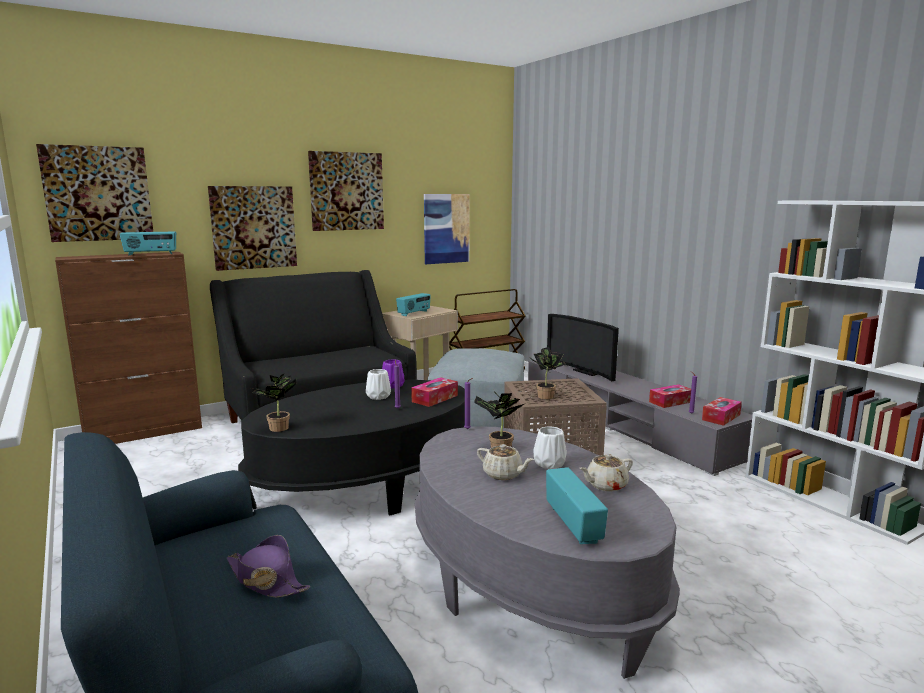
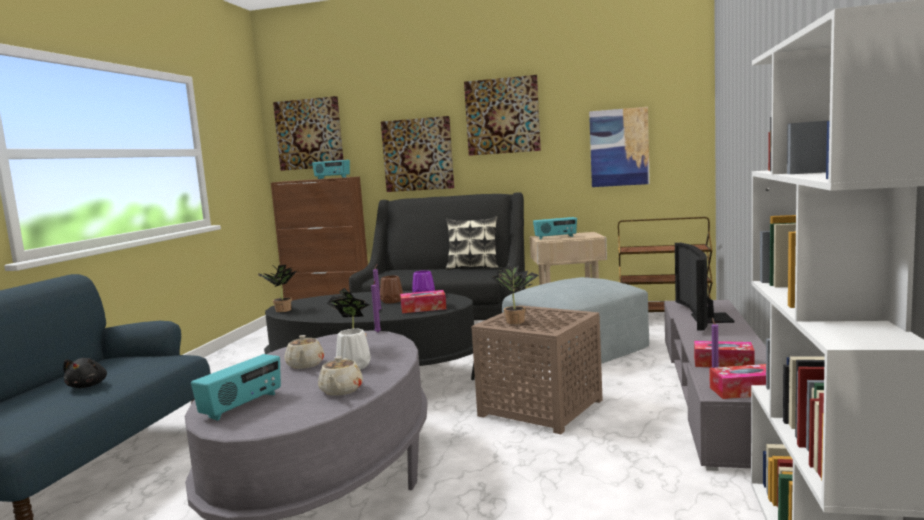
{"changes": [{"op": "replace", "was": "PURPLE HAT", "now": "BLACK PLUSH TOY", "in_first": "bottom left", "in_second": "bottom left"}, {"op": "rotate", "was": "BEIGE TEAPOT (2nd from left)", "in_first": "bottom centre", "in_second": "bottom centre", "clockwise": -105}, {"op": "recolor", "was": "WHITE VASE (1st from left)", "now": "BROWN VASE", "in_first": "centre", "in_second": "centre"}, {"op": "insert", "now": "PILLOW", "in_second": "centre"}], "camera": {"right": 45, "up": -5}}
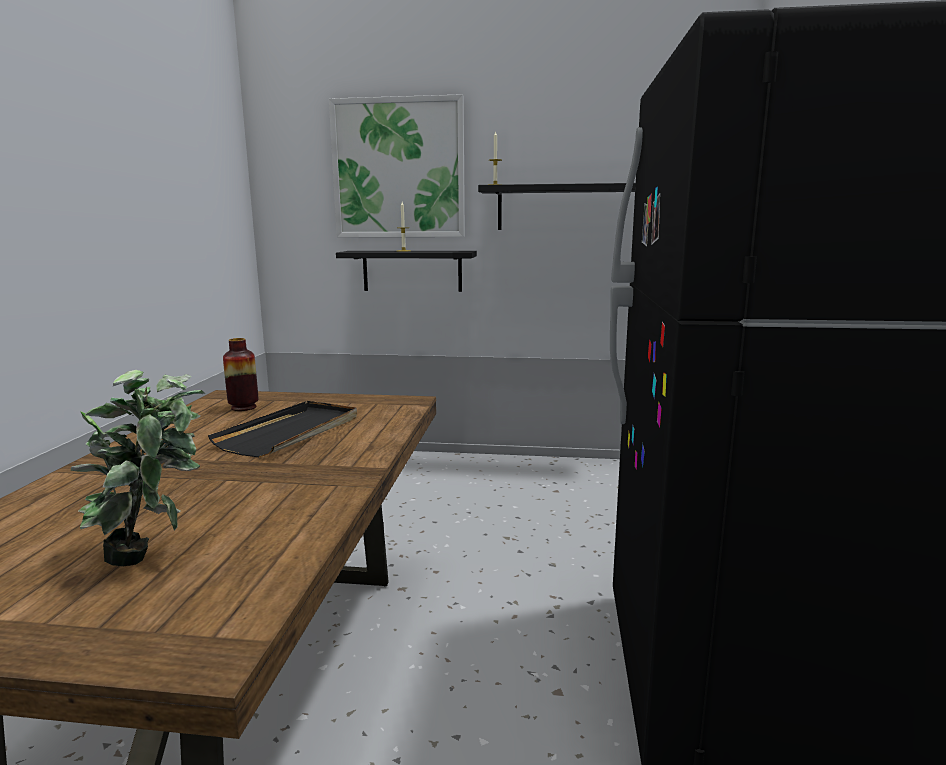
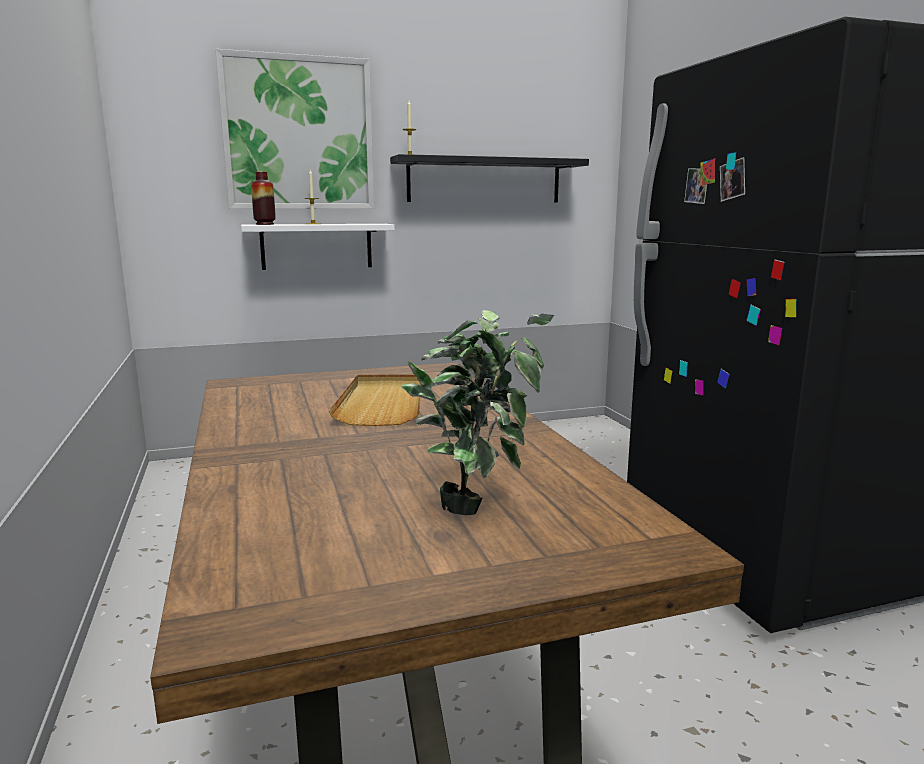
{"changes": [{"op": "recolor", "was": "BLACK SHELF (1st from left)", "now": "WHITE SHELF", "in_first": "centre", "in_second": "top centre"}, {"op": "move", "was": "VASE", "in_first": "middle left", "in_second": "top left"}, {"op": "recolor", "was": "BLACK TRAY", "now": "BEIGE TRAY", "in_first": "middle left", "in_second": "centre"}], "camera": {"right": -25, "up": 0}}
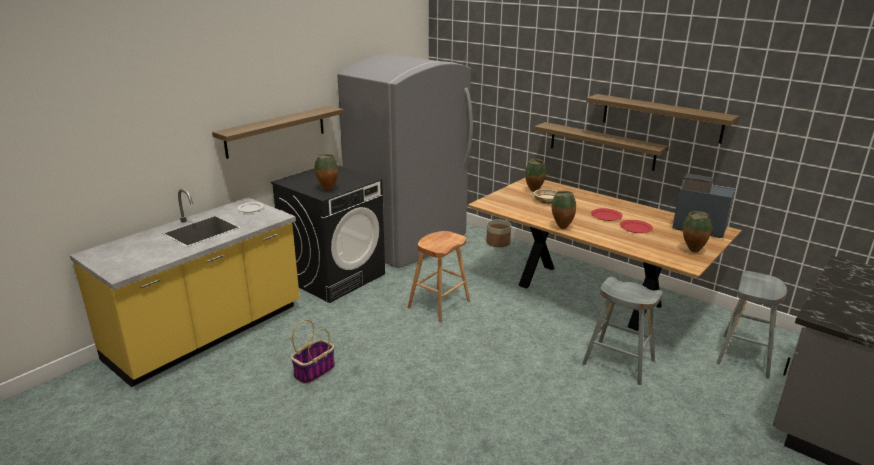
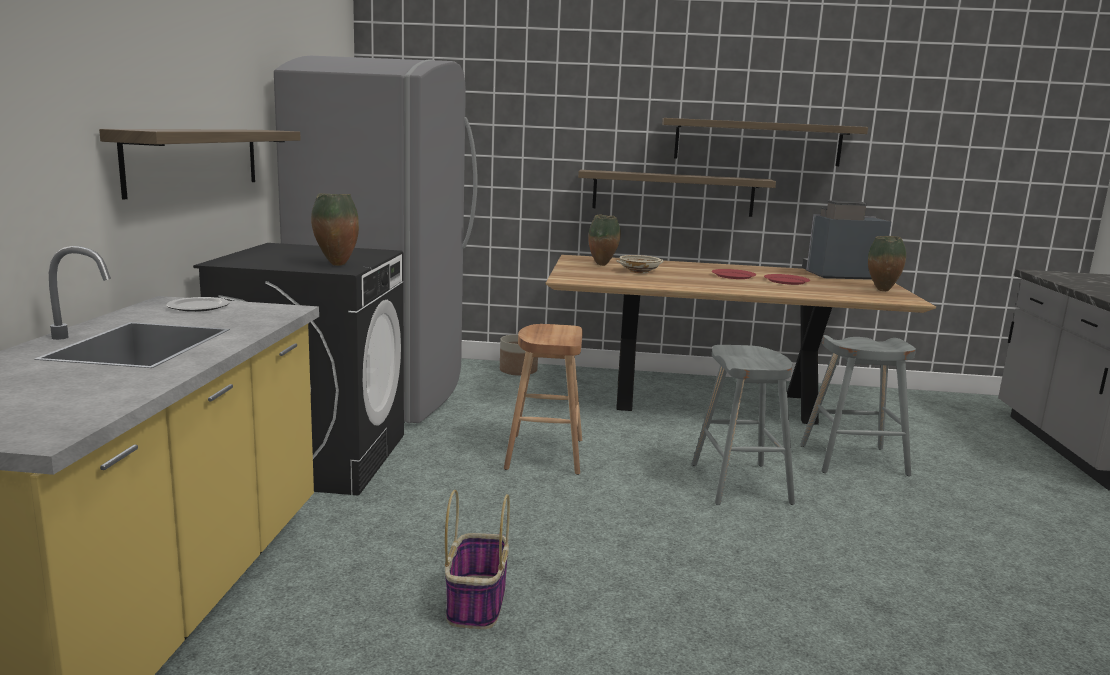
{"changes": [{"op": "move", "was": "GREY STOOL (2nd from left in the first image)", "now": "GREY STOOL (1st from left)", "in_first": "bottom right", "in_second": "middle right"}, {"op": "delete", "was": "VASE (3rd from left)", "in_first": "centre"}], "camera": {"right": -35, "up": -10}}
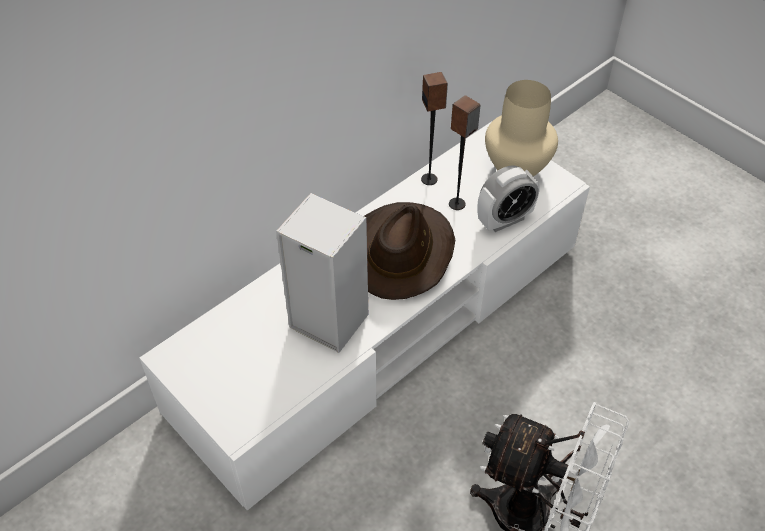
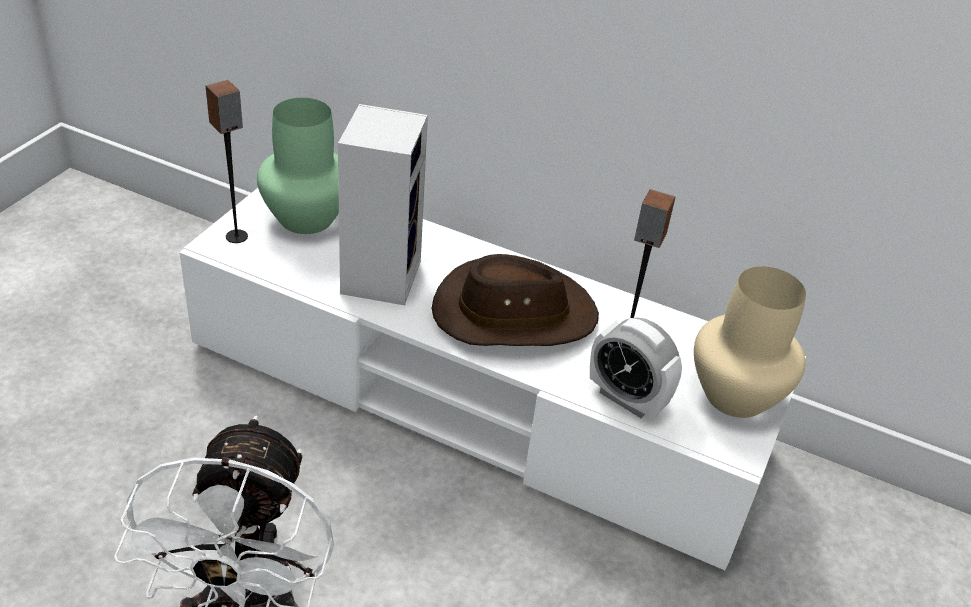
{"changes": [{"op": "move", "was": "SPEAKER (2nd from left in the first image)", "now": "SPEAKER (1st from left)", "in_first": "top centre", "in_second": "top left"}, {"op": "insert", "now": "GREEN VASE", "in_second": "top left"}], "camera": {"right": 65, "up": -10}}
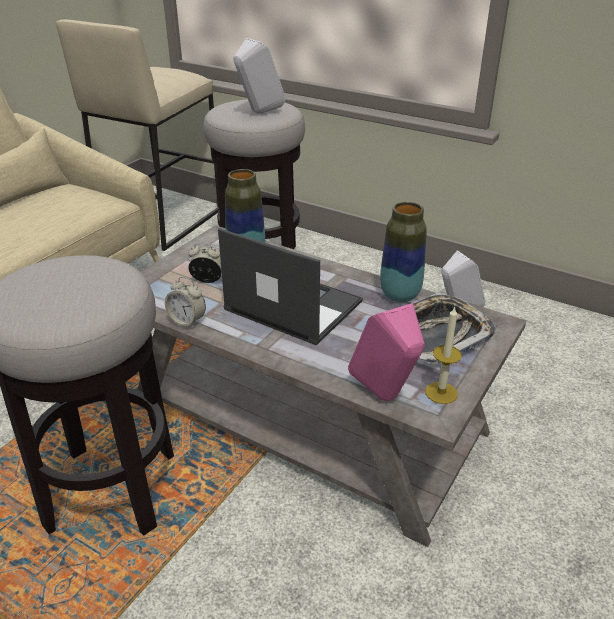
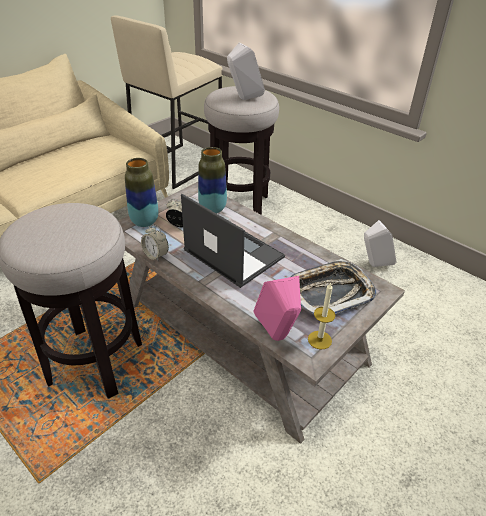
{"changes": [{"op": "move", "was": "VASE (2nd from left in the first image)", "now": "VASE (1st from left)", "in_first": "centre", "in_second": "middle left"}], "camera": {"right": 10, "up": 5}}
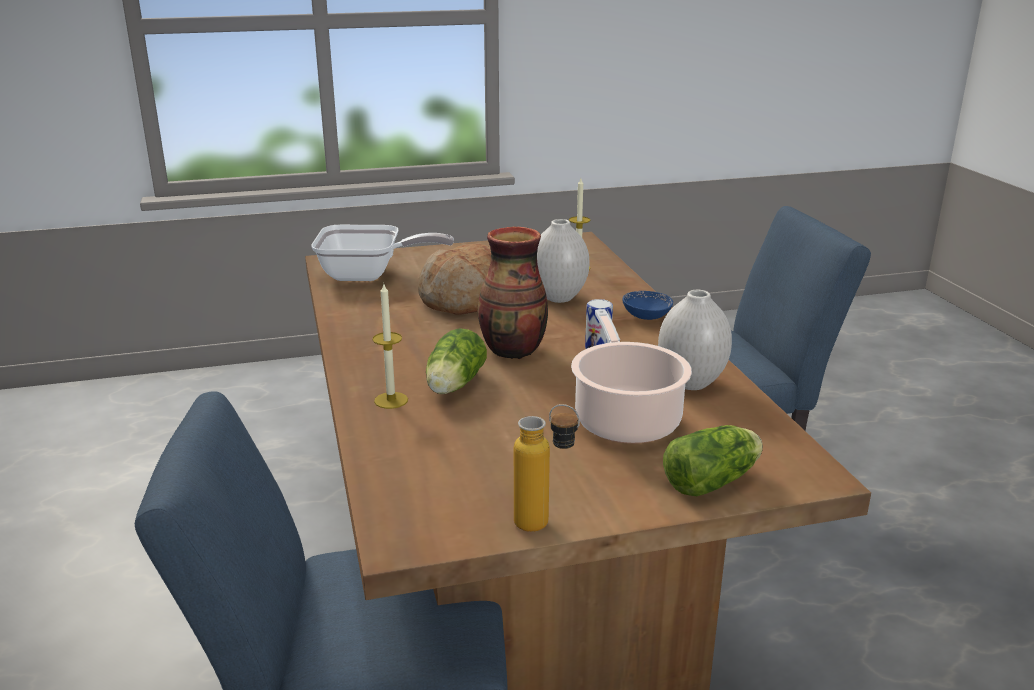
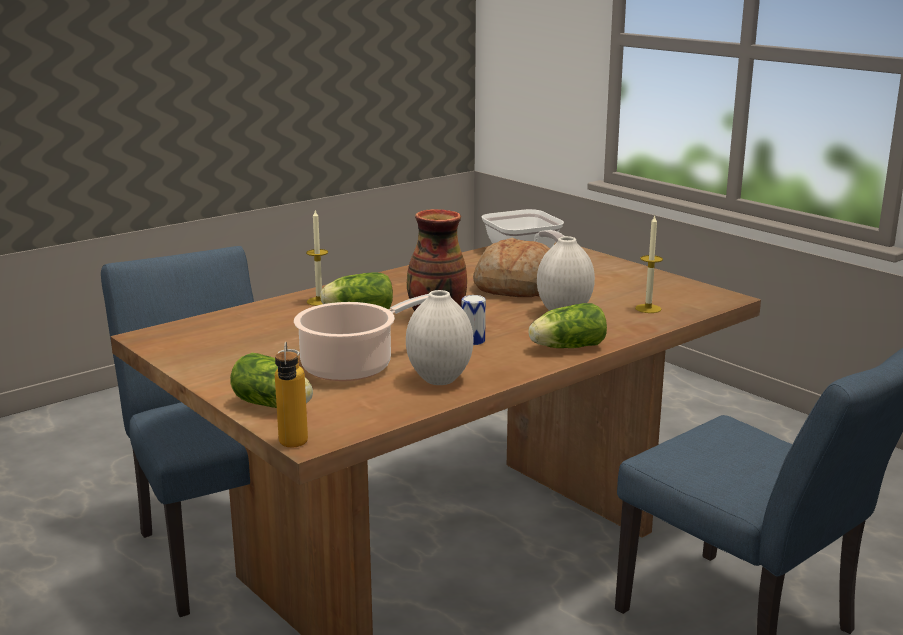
{"changes": [{"op": "move", "was": "BOTTLE", "in_first": "bottom centre", "in_second": "middle left"}, {"op": "replace", "was": "BLUE BOWL", "now": "LETTUCE (3rd from left)", "in_first": "centre", "in_second": "centre"}], "camera": {"right": 65, "up": -5}}
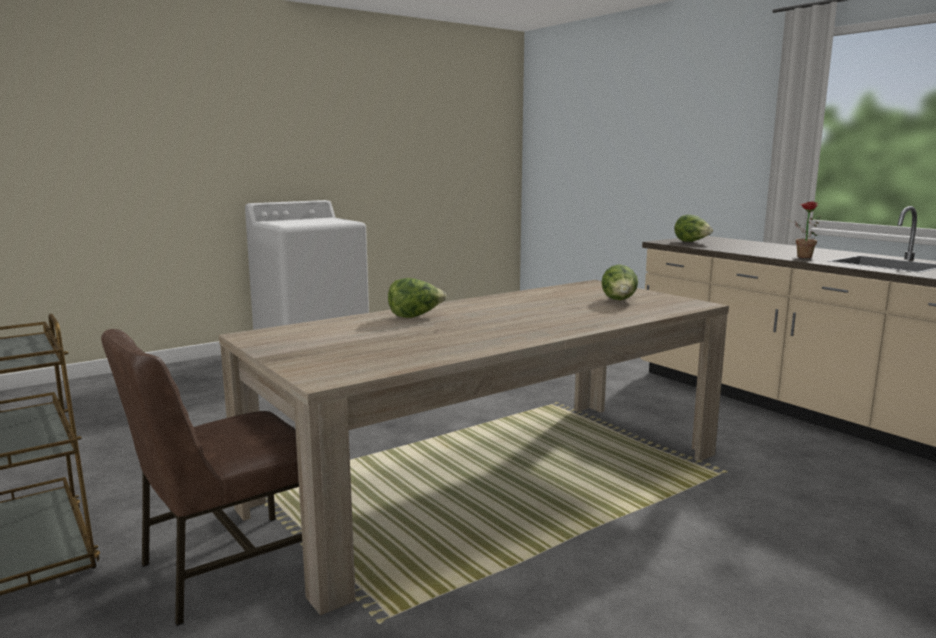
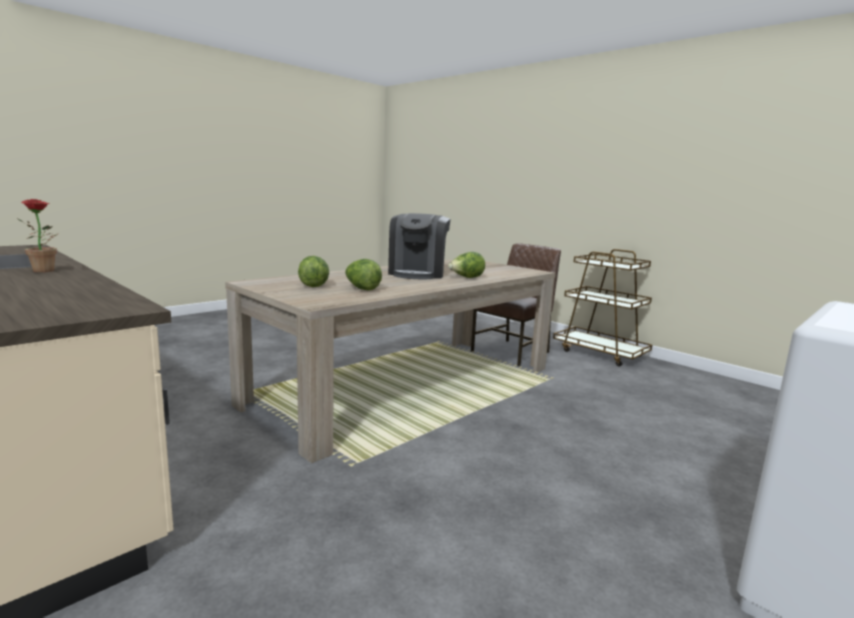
{"changes": [{"op": "move", "was": "LETTUCE (3rd from left in the first image)", "now": "LETTUCE (2nd from left)", "in_first": "middle right", "in_second": "centre"}, {"op": "insert", "now": "COFFEE MACHINE", "in_second": "centre"}], "camera": {"right": 170, "up": 0}}
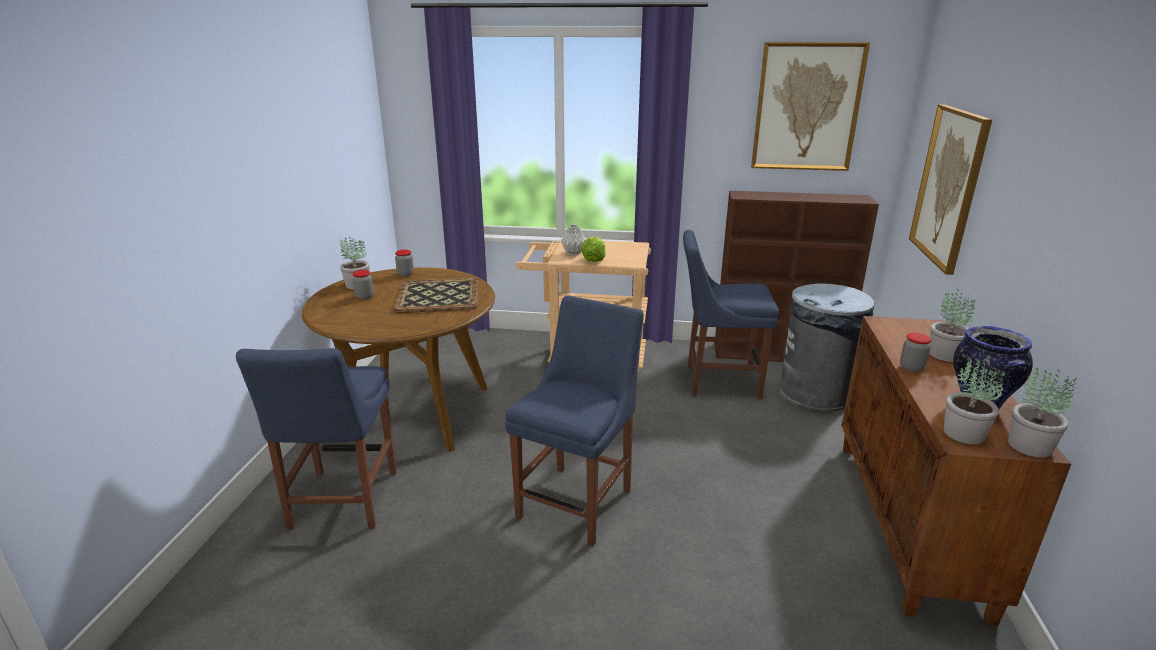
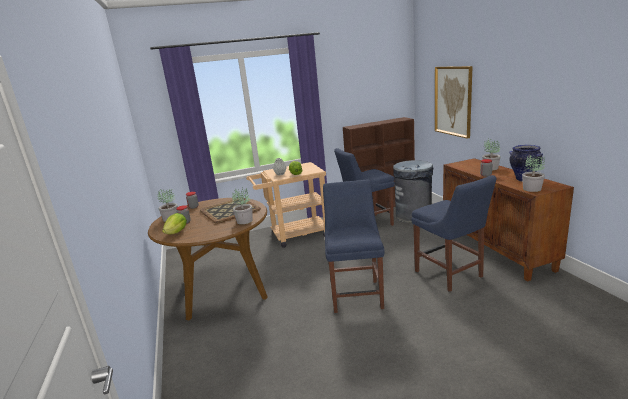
{"changes": [{"op": "insert", "now": "LETTUCE (1st from left)", "in_second": "middle left"}, {"op": "move", "was": "POTTED PLANT (4th from left in the first image)", "now": "POTTED PLANT (2nd from left)", "in_first": "middle right", "in_second": "centre"}, {"op": "move", "was": "BLUE CHAIR (1st from left in the first image)", "now": "BLUE CHAIR (3rd from left)", "in_first": "bottom left", "in_second": "middle right"}, {"op": "delete", "was": "PICTURE (1st from left)", "in_first": "top right"}], "camera": {"right": -25, "up": -5}}
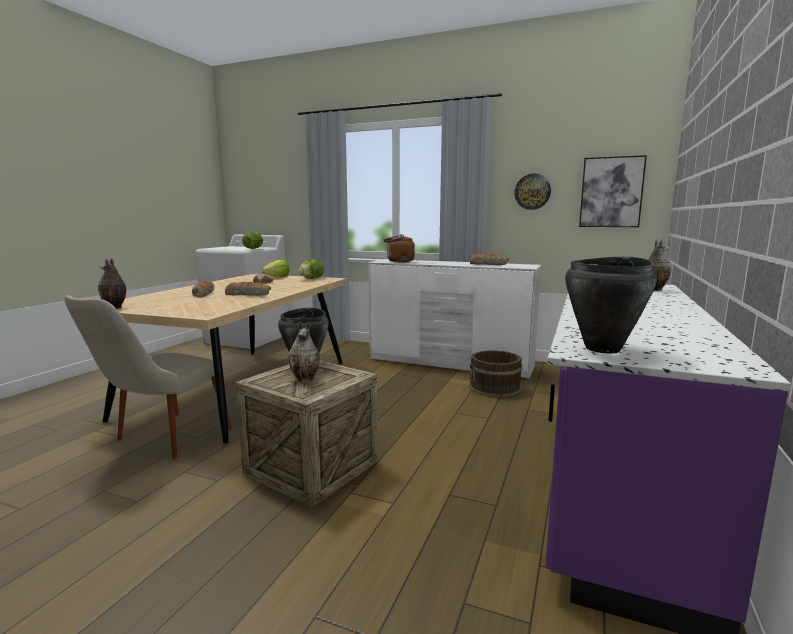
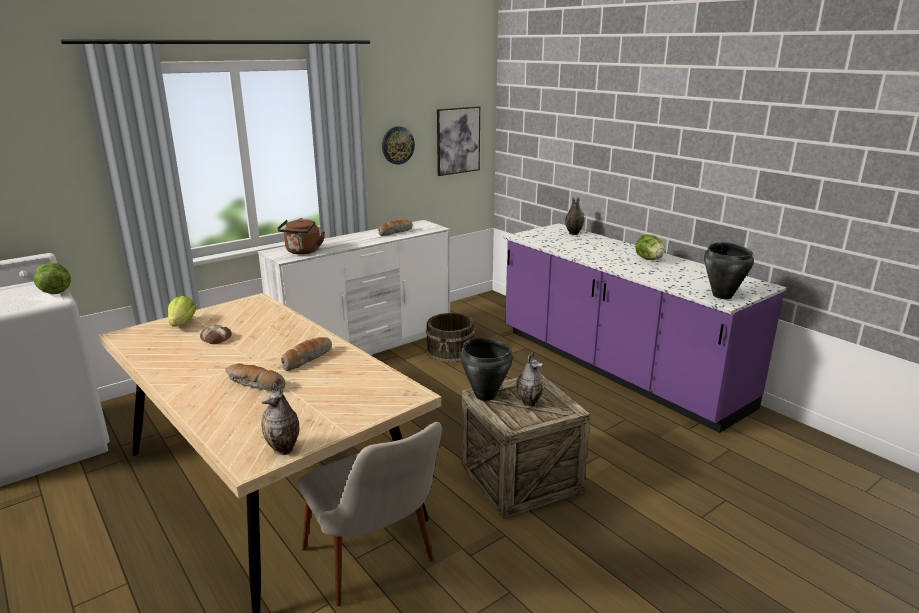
{"changes": [{"op": "move", "was": "LETTUCE (3rd from left)", "in_first": "centre", "in_second": "middle right"}], "camera": {"right": -60, "up": 10}}
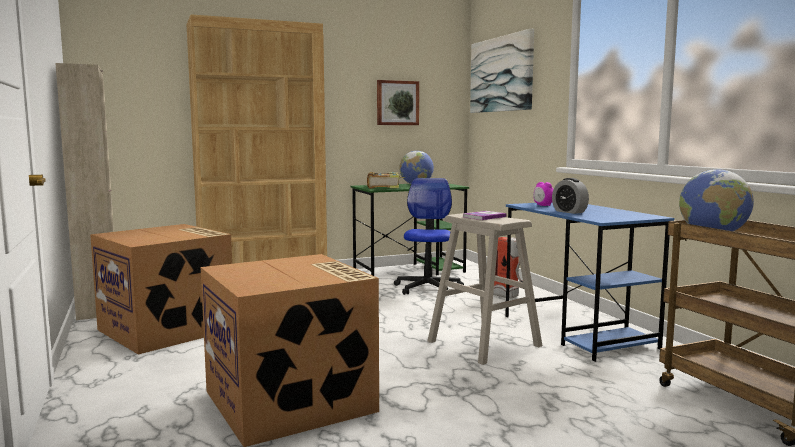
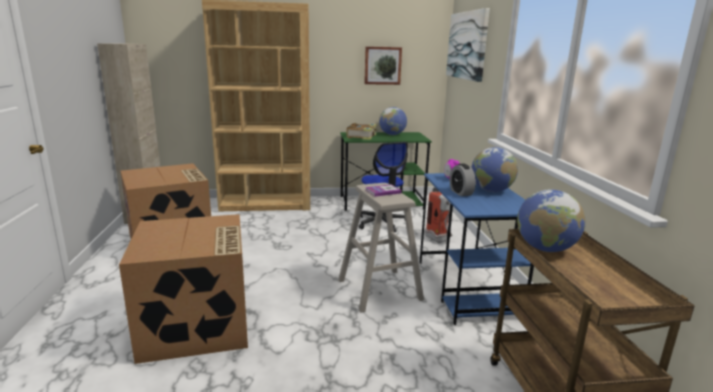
{"changes": [{"op": "rotate", "was": "OFFICE CHAIR", "in_first": "centre", "in_second": "centre", "clockwise": 135}, {"op": "insert", "now": "GLOBE (2nd from left)", "in_second": "middle right"}], "camera": {"right": 15, "up": 10}}
